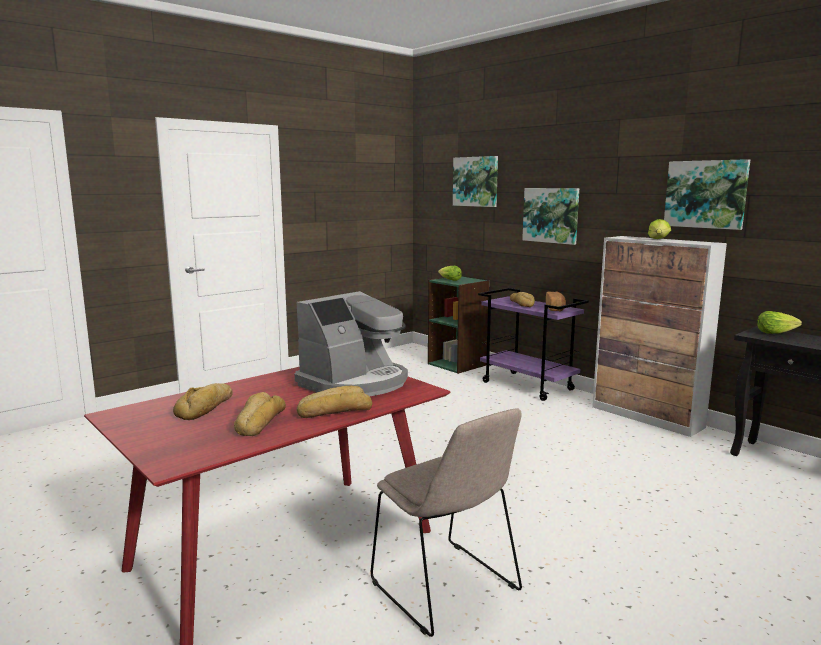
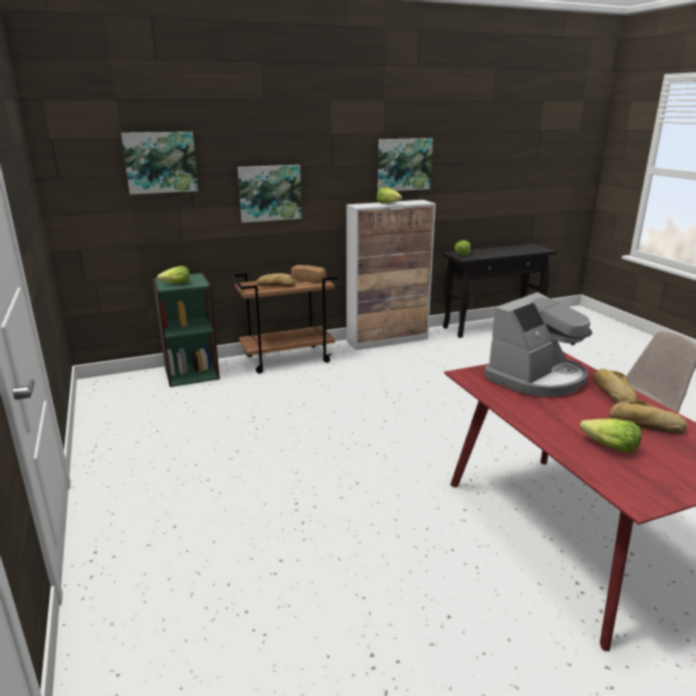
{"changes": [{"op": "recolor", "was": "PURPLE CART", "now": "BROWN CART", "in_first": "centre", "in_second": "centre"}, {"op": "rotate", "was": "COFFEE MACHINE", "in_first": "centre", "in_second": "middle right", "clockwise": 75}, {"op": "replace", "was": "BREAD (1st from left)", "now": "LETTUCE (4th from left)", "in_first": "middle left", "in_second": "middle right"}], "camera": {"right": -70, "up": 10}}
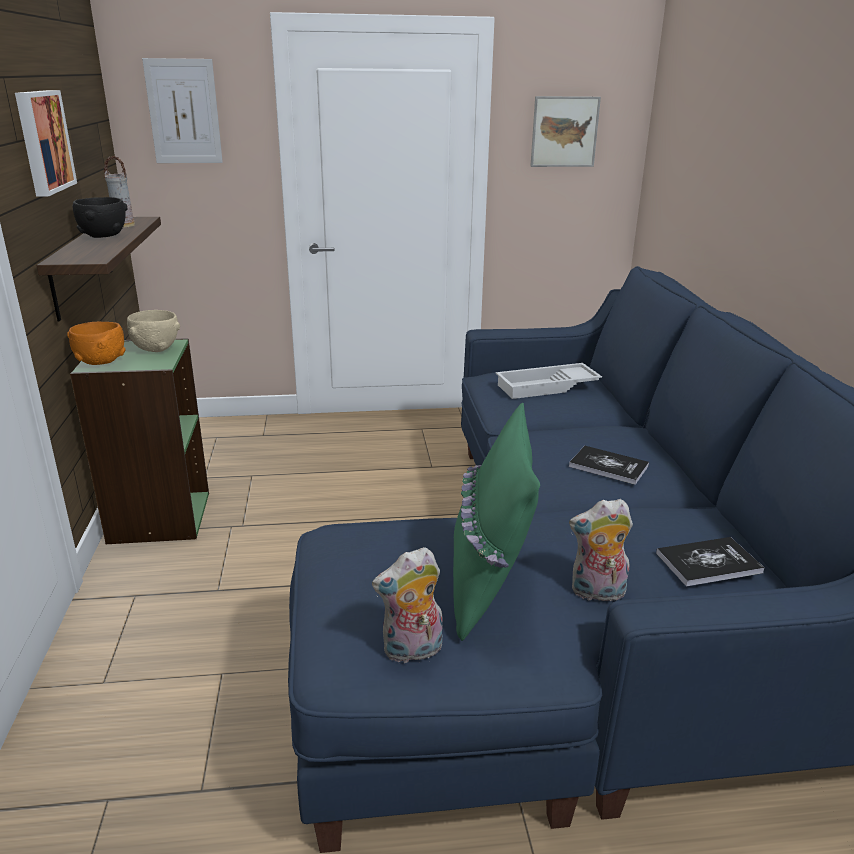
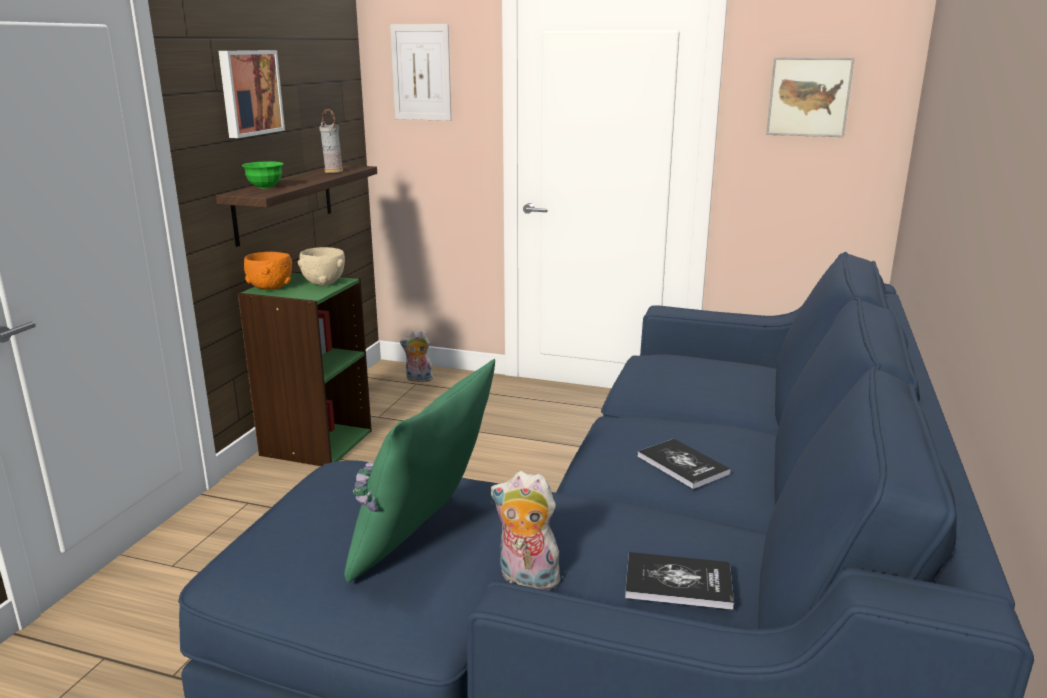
{"changes": [{"op": "insert", "now": "GREEN BOWL", "in_second": "top left"}, {"op": "move", "was": "PLUSH TOY (1st from left)", "in_first": "bottom centre", "in_second": "centre"}, {"op": "delete", "was": "BLACK BOWL", "in_first": "top left"}, {"op": "delete", "was": "WHITE TRAY", "in_first": "centre"}], "camera": {"right": 25, "up": -5}}
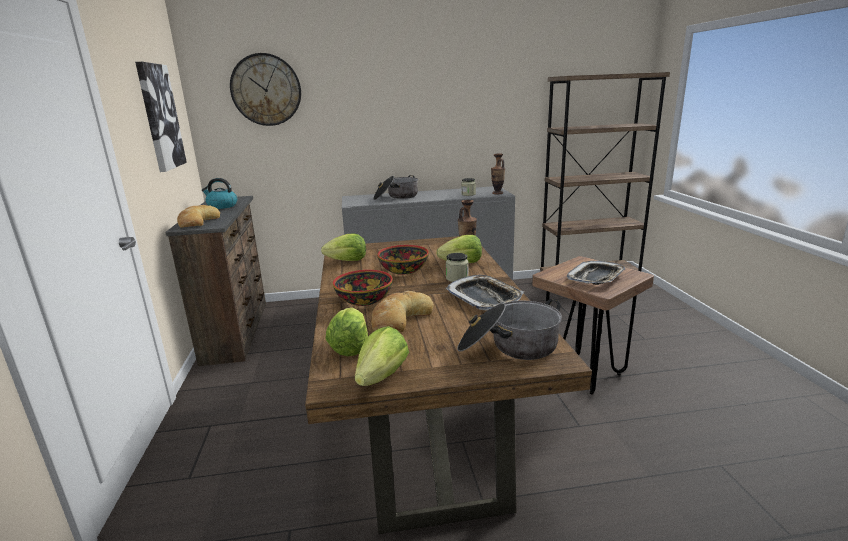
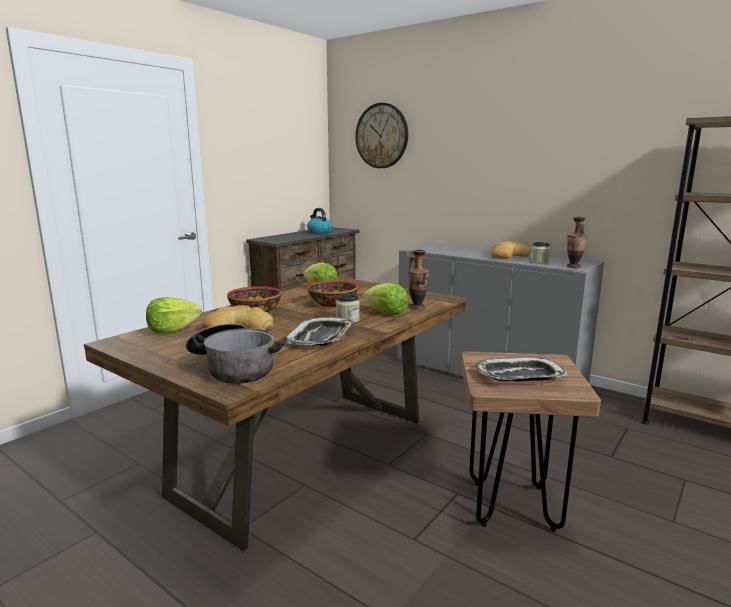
{"changes": [{"op": "move", "was": "BREAD (1st from left in the first image)", "now": "BREAD (2nd from left)", "in_first": "middle left", "in_second": "middle right"}, {"op": "delete", "was": "PICTURE", "in_first": "top left"}, {"op": "delete", "was": "LETTUCE (3rd from left)", "in_first": "centre"}, {"op": "delete", "was": "COOKING POT (1st from left)", "in_first": "centre"}], "camera": {"right": 45, "up": -5}}
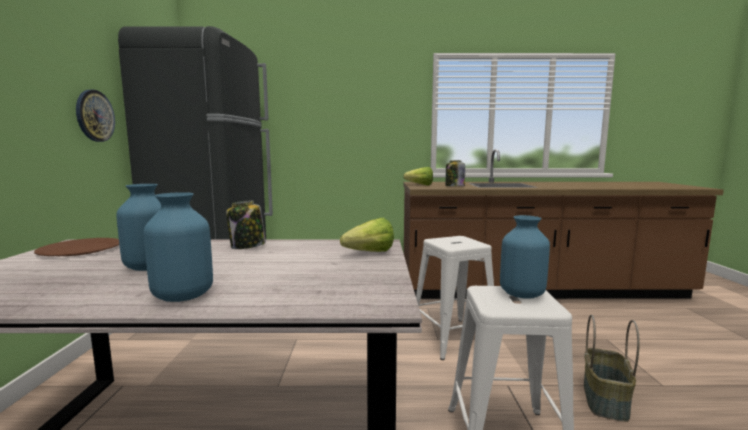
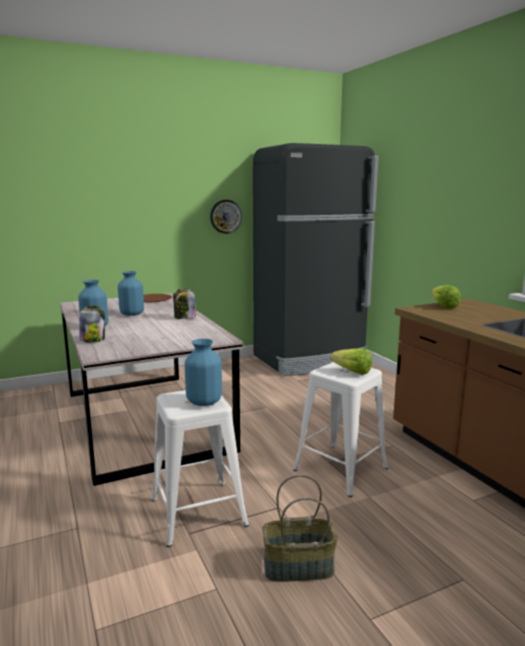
{"changes": [{"op": "move", "was": "JAR (2nd from left in the first image)", "now": "JAR (1st from left)", "in_first": "centre", "in_second": "middle left"}, {"op": "move", "was": "LETTUCE (1st from left)", "in_first": "centre", "in_second": "middle right"}], "camera": {"right": 65, "up": 5}}
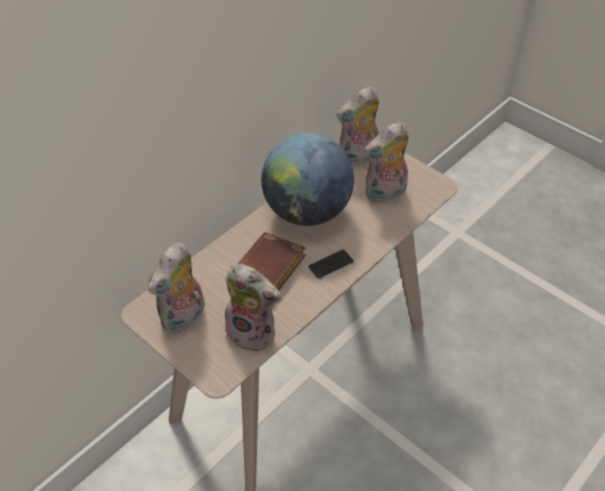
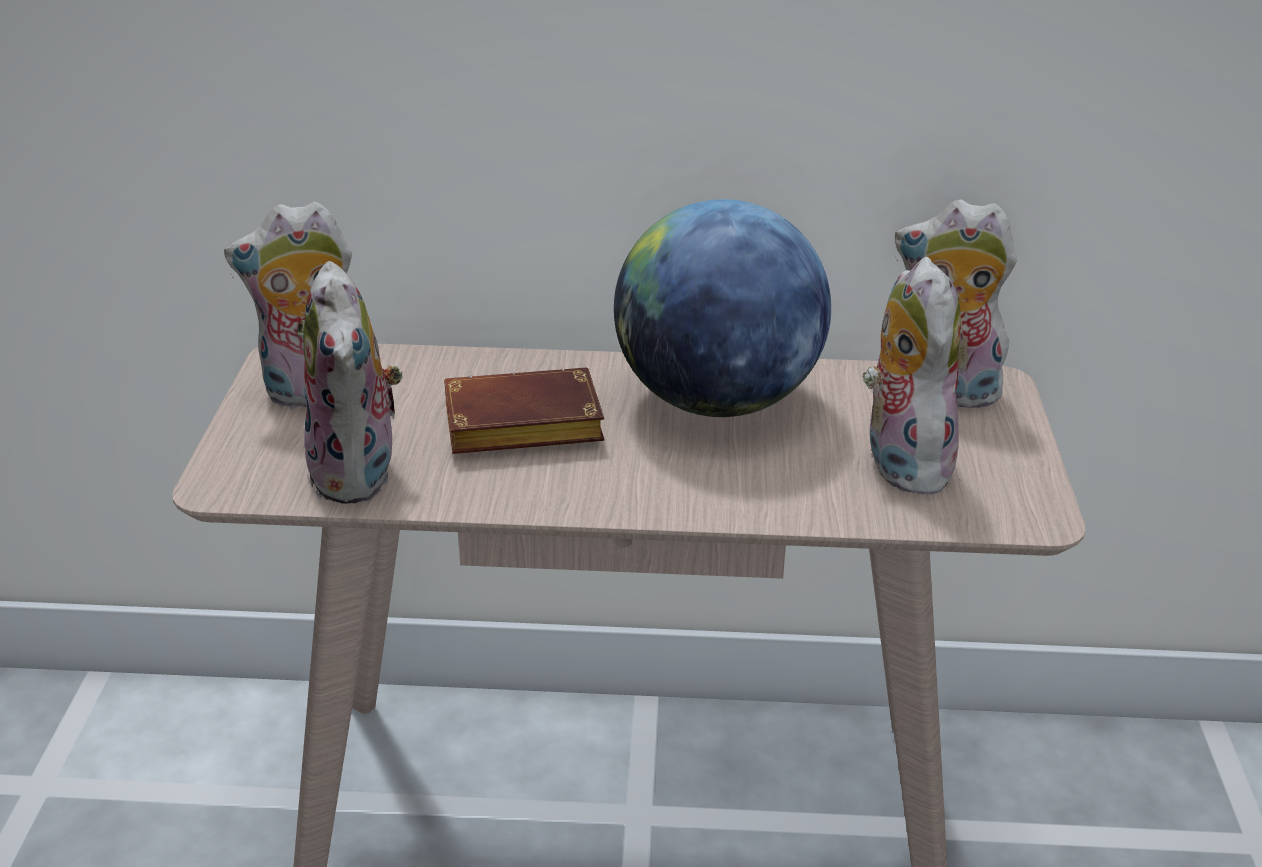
{"changes": [{"op": "rotate", "was": "PLUSH TOY (4th from left in the first image)", "in_first": "top centre", "in_second": "middle right", "clockwise": 60}, {"op": "delete", "was": "PHONE", "in_first": "centre"}], "camera": {"right": 50, "up": -15}}
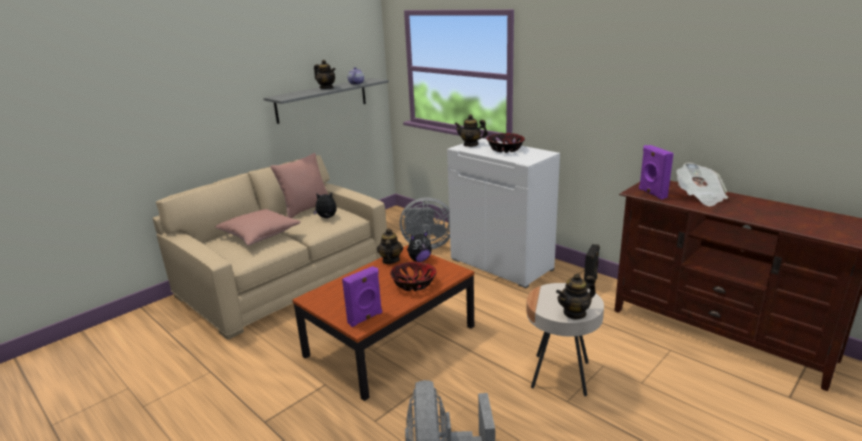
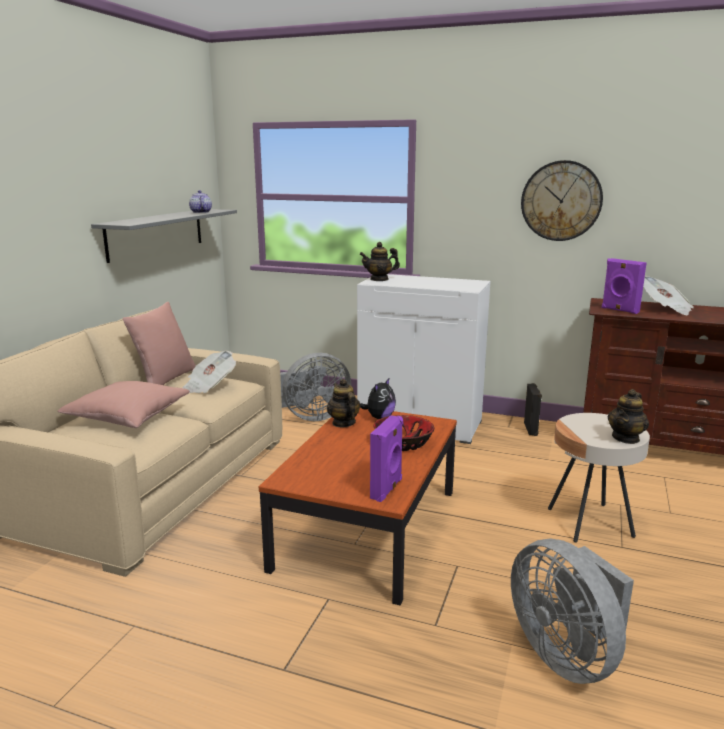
{"changes": [{"op": "replace", "was": "PLUSH TOY (1st from left)", "now": "NEWSPAPER (1st from left)", "in_first": "centre", "in_second": "middle left"}, {"op": "insert", "now": "WALL CLOCK", "in_second": "top right"}, {"op": "delete", "was": "TEAPOT (1st from left)", "in_first": "top centre"}, {"op": "delete", "was": "BOWL (2nd from left)", "in_first": "top centre"}], "camera": {"right": -25, "up": -5}}
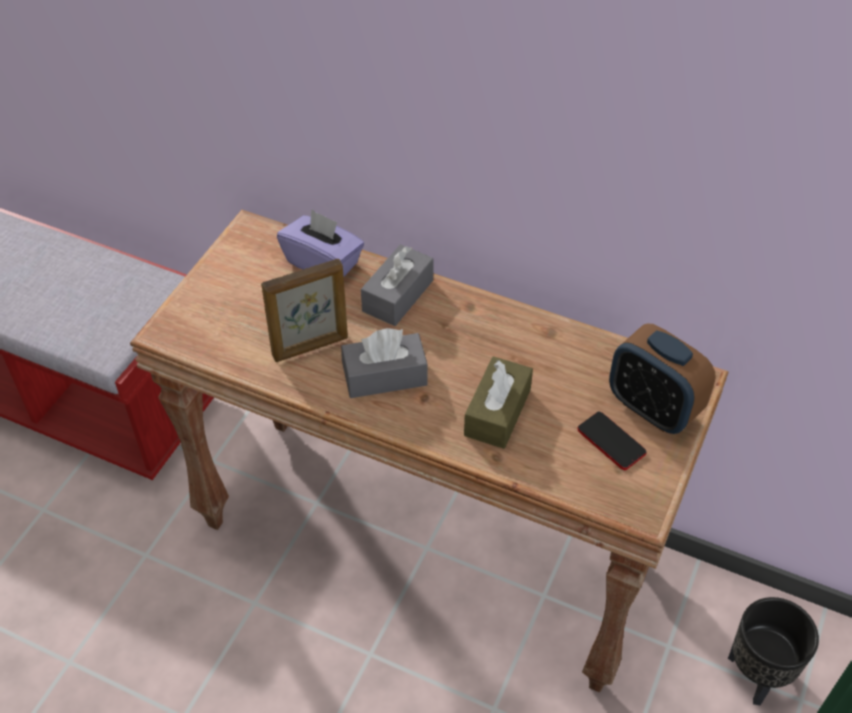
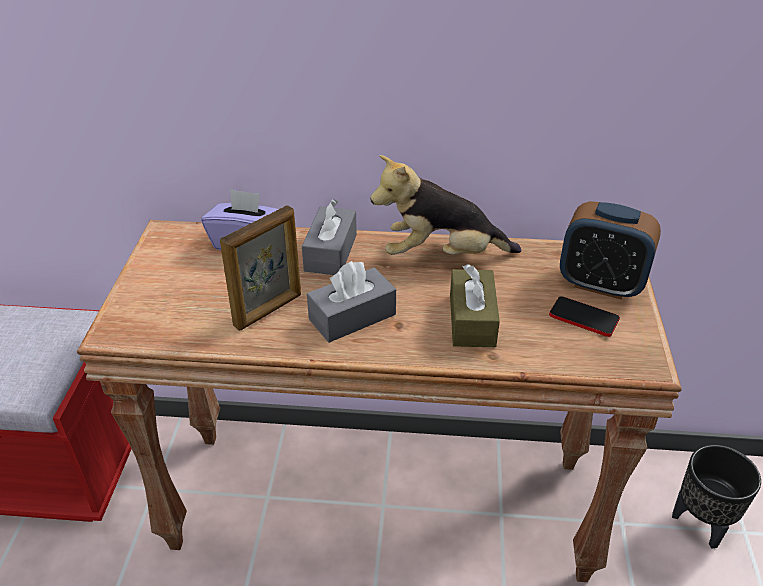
{"changes": [{"op": "insert", "now": "PLUSH TOY", "in_second": "centre"}], "camera": {"right": -20, "up": -10}}
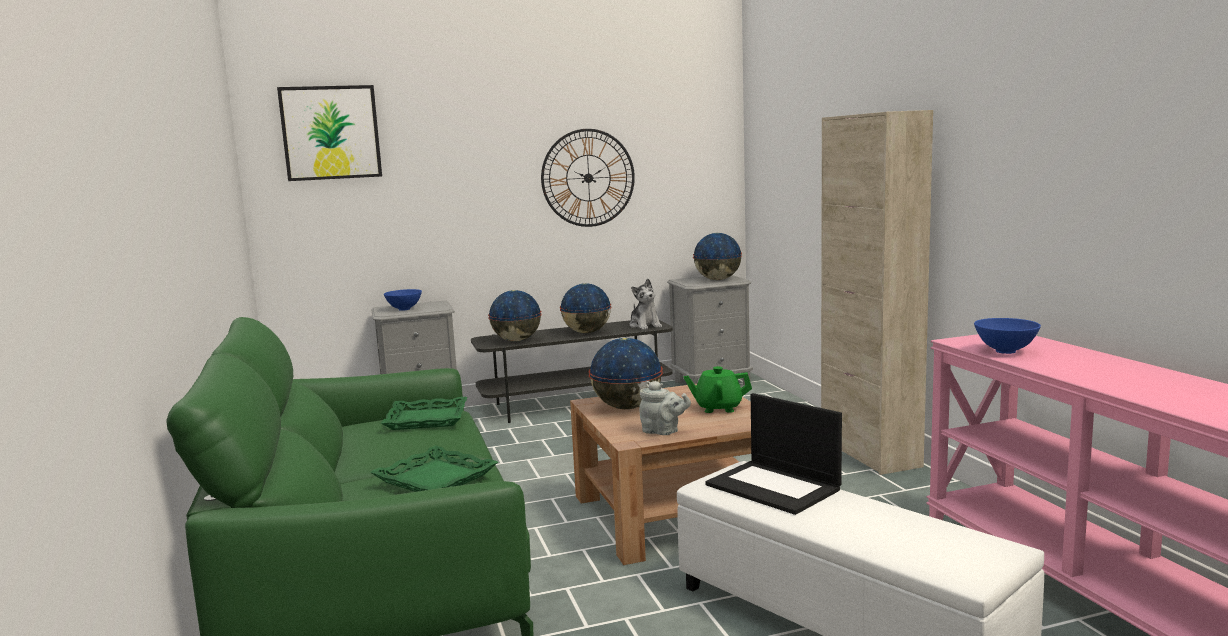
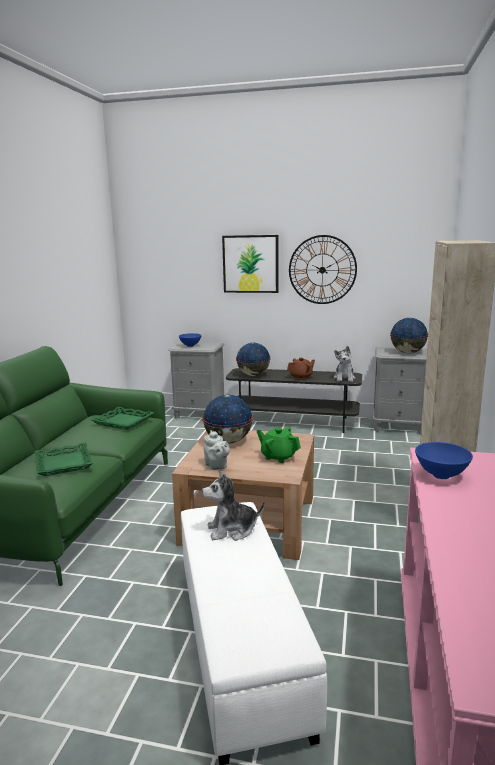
{"changes": [{"op": "replace", "was": "LAPTOP", "now": "PLUSH TOY (1st from left)", "in_first": "bottom centre", "in_second": "centre"}, {"op": "move", "was": "PICTURE", "in_first": "top left", "in_second": "centre"}, {"op": "replace", "was": "GLOBE (2nd from left)", "now": "BROWN TEAPOT", "in_first": "centre", "in_second": "centre"}], "camera": {"right": 30, "up": 5}}
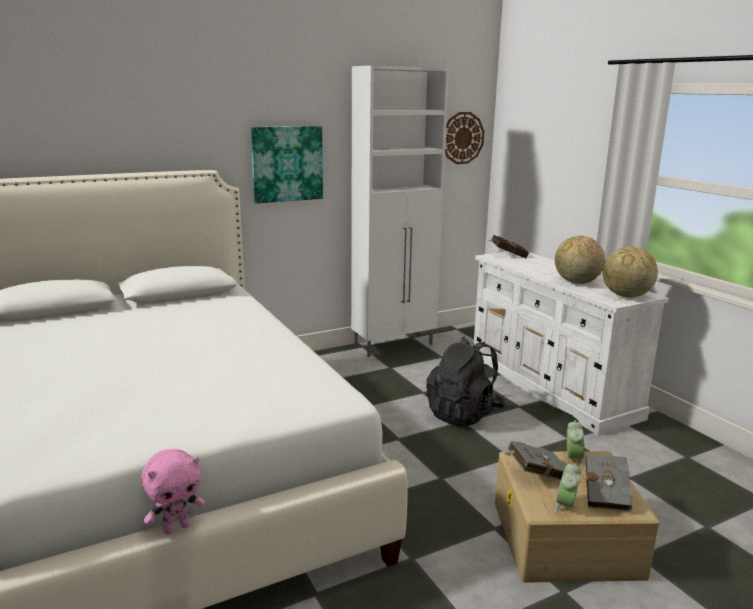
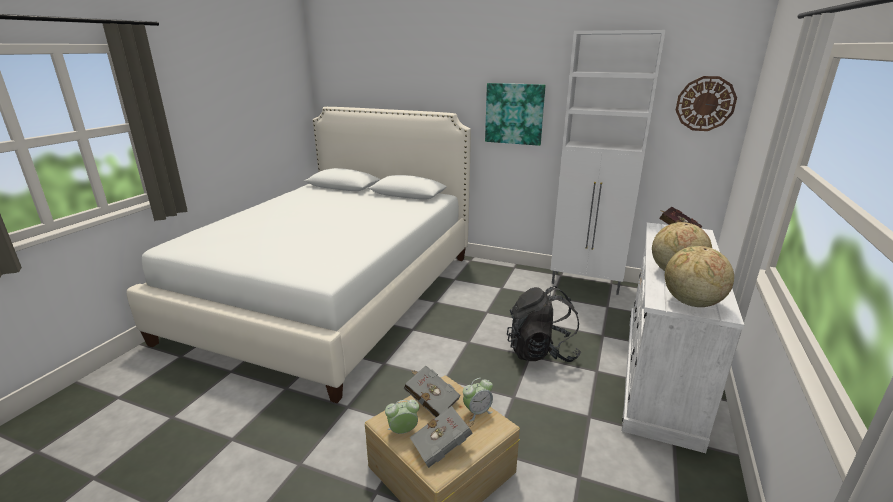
{"changes": [{"op": "delete", "was": "PINK PLUSH TOY", "in_first": "bottom left"}], "camera": {"right": 50, "up": 5}}
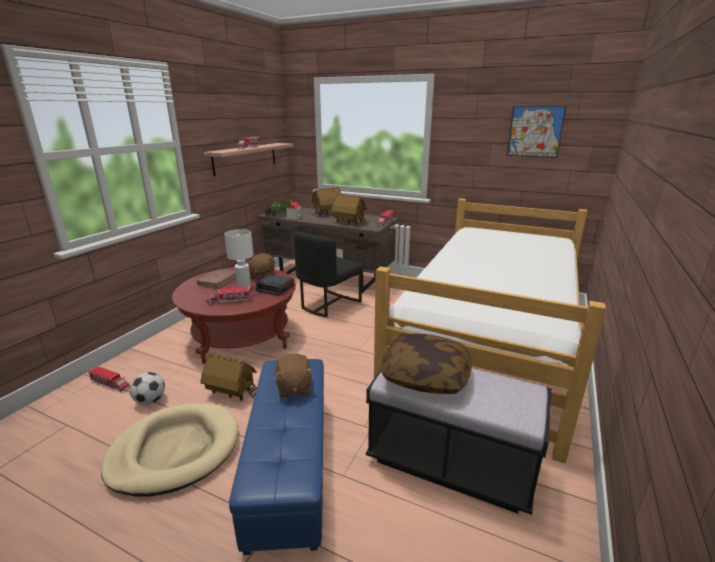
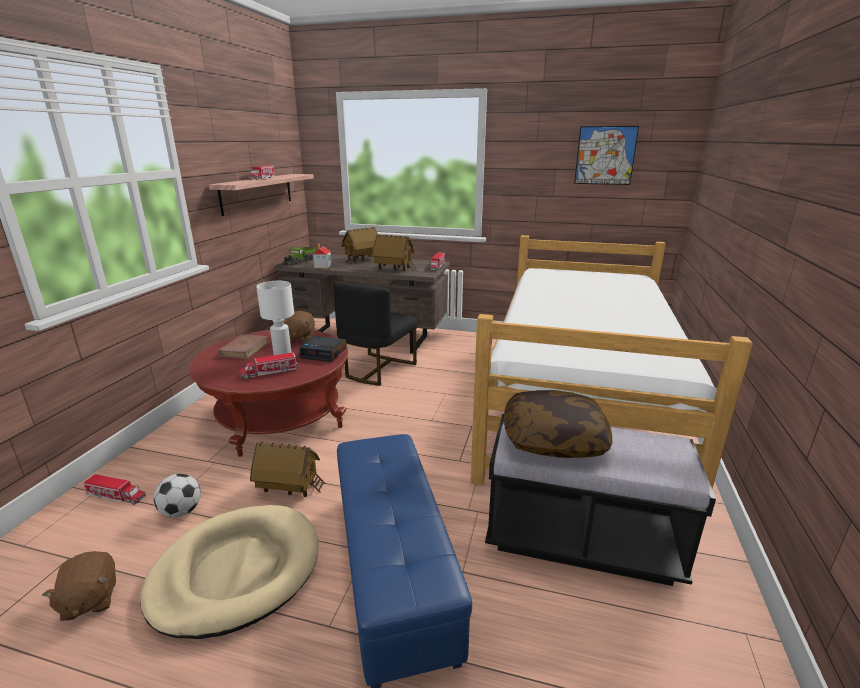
{"changes": [{"op": "move", "was": "BROWN PLUSH TOY (2nd from left in the first image)", "now": "BROWN PLUSH TOY (1st from left)", "in_first": "bottom centre", "in_second": "bottom left"}], "camera": {"right": -10, "up": 0}}
